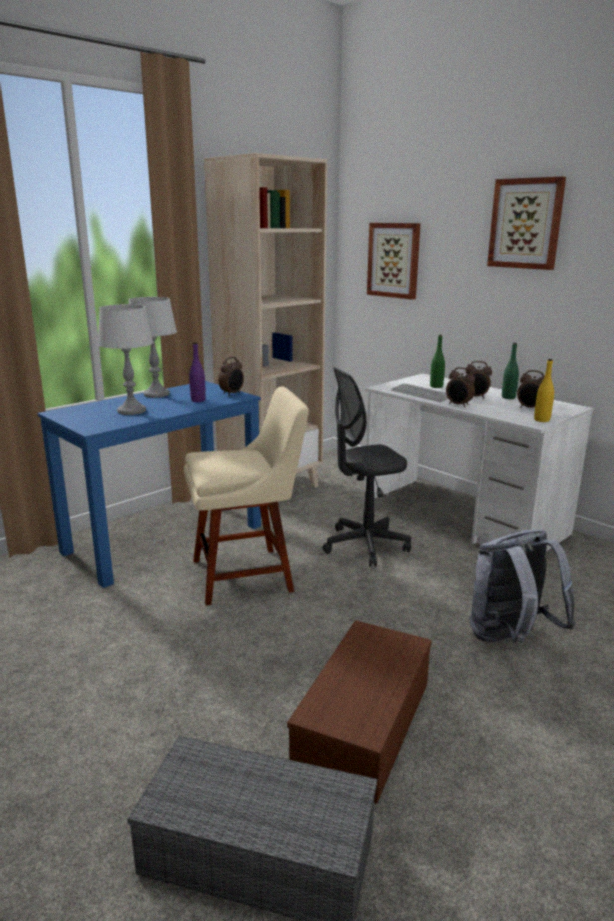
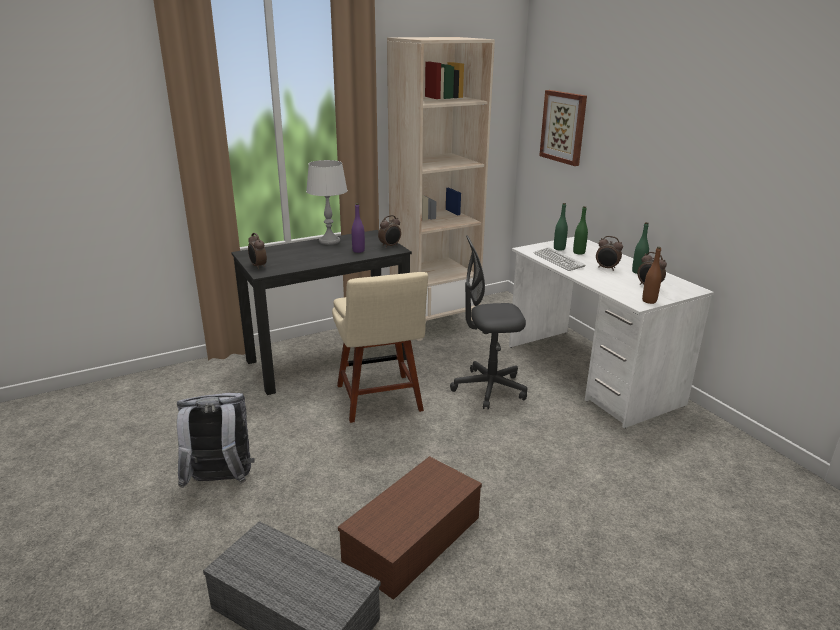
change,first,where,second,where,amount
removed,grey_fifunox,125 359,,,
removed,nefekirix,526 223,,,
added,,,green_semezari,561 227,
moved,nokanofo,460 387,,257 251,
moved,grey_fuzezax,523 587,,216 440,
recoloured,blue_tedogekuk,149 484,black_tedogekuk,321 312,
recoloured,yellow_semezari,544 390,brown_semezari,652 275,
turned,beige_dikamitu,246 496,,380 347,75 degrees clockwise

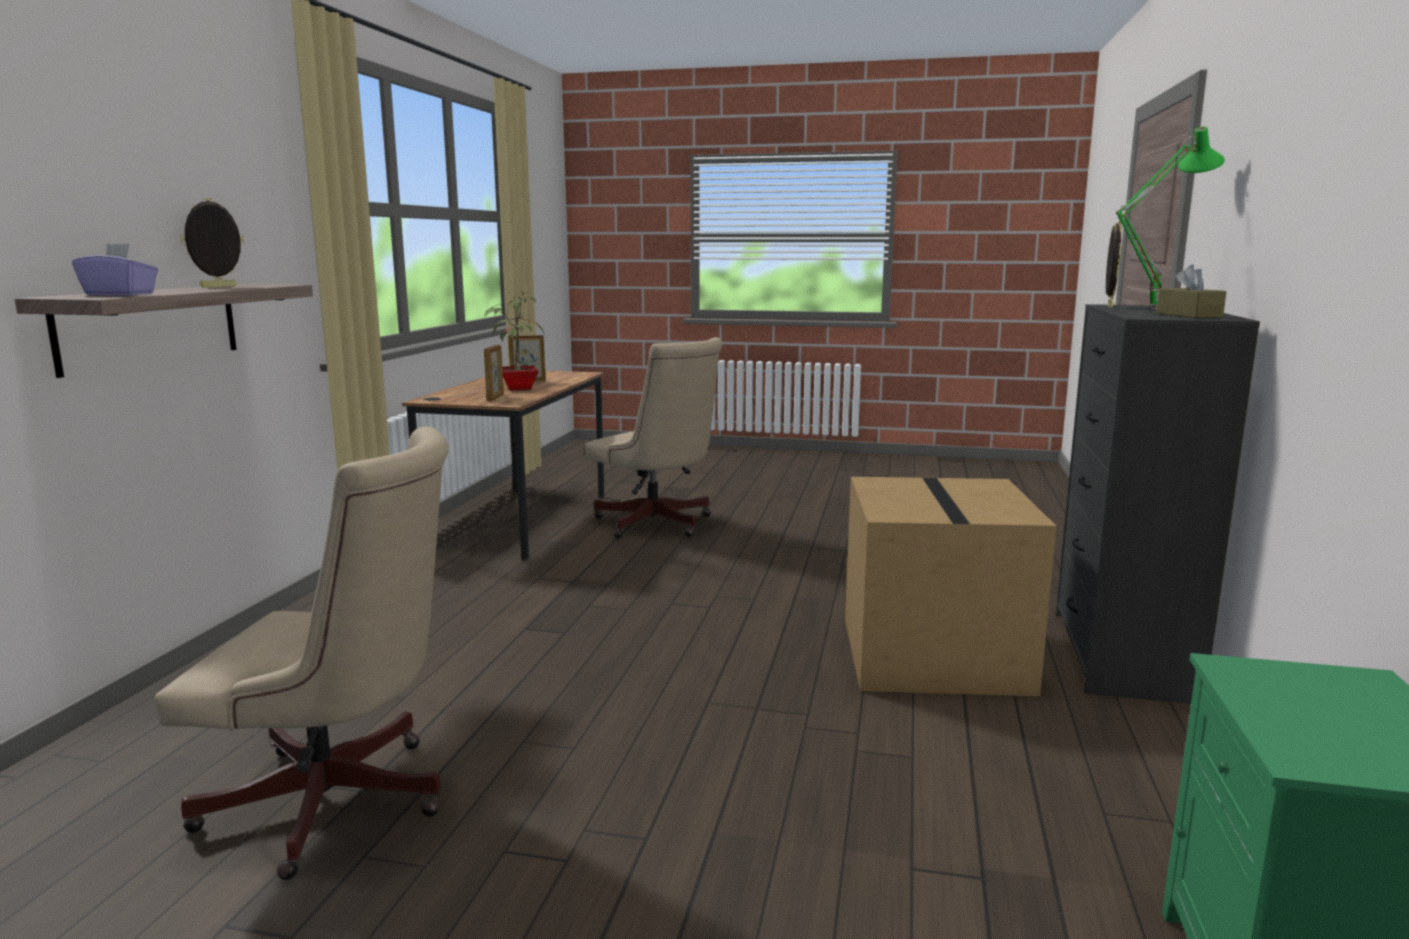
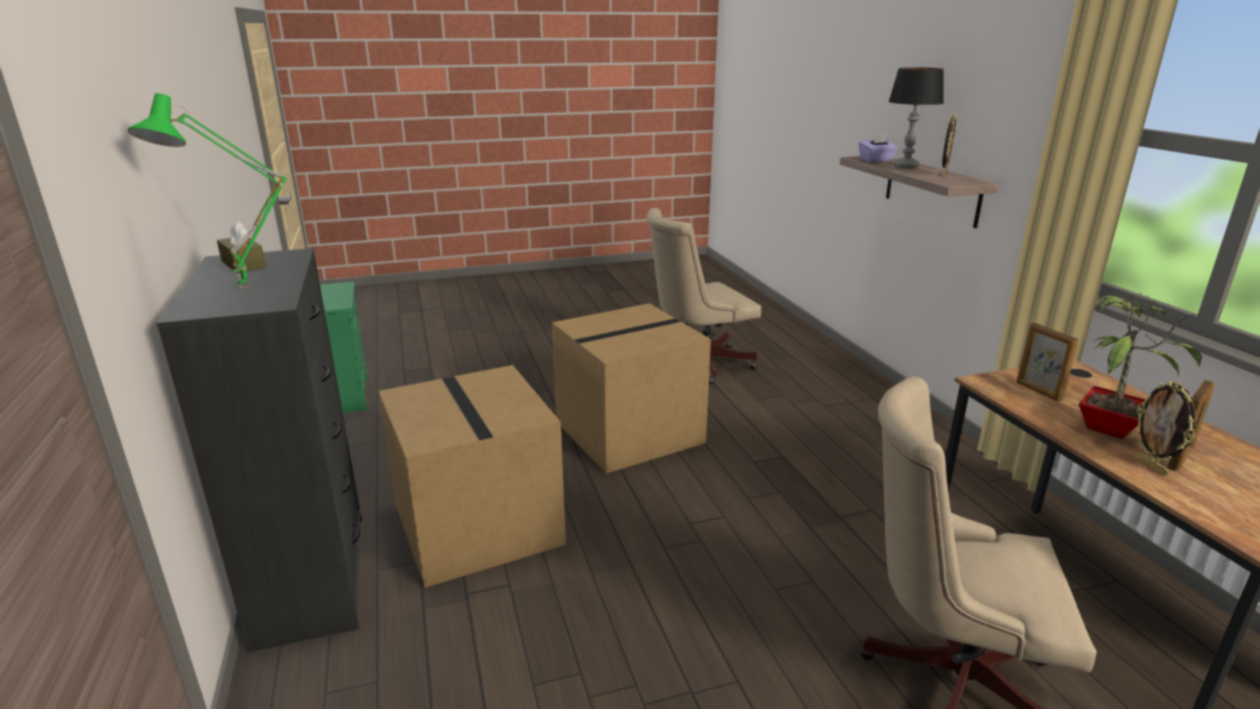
change,first,where,second,where,amount
added,,,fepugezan,631 388,
added,,,fifunox,916 118,
moved,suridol,1114 264,,1165 428,

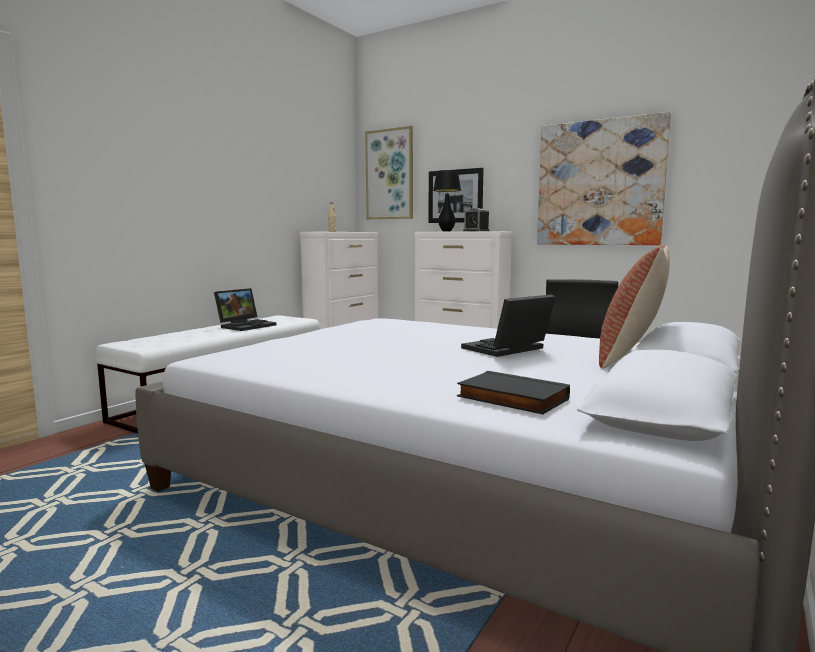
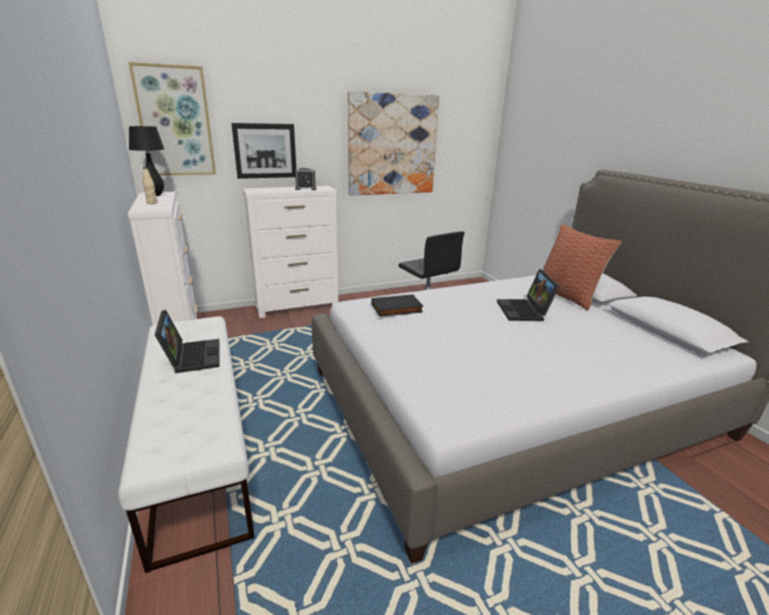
change,first,where,second,where,amount
moved,black_fifunox,447 201,,146 161,
moved,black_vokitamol,513 392,,397 305,

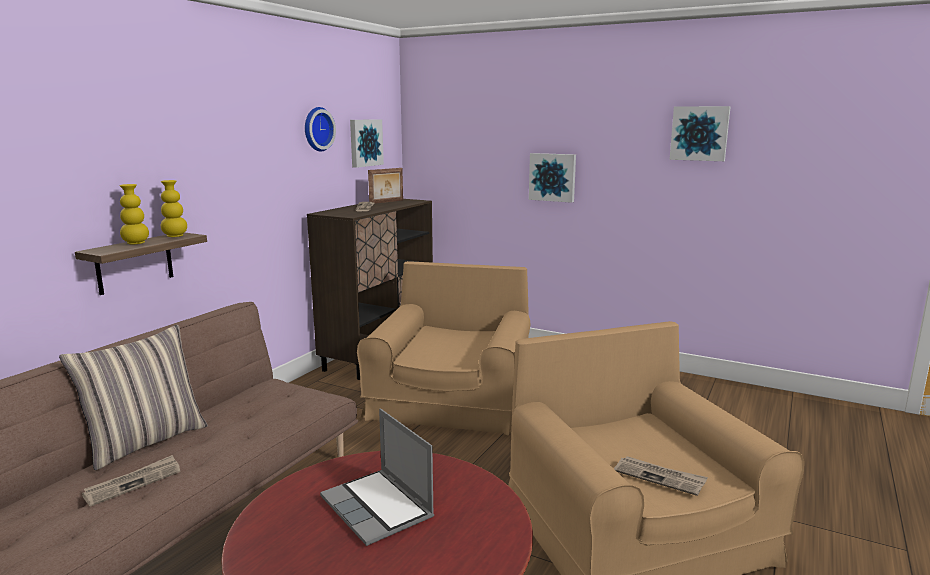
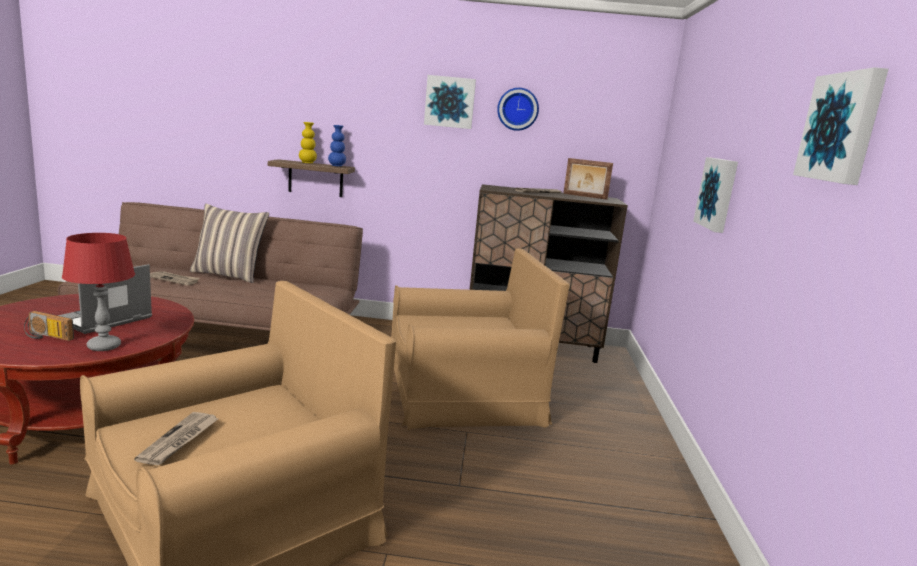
change,first,where,second,where,amount
added,,,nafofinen,49 326,
added,,,red_fifunox,98 292,
moved,nefekirix,367 143,,450 102,
recoloured,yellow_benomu,174 208,blue_benomu,337 145,

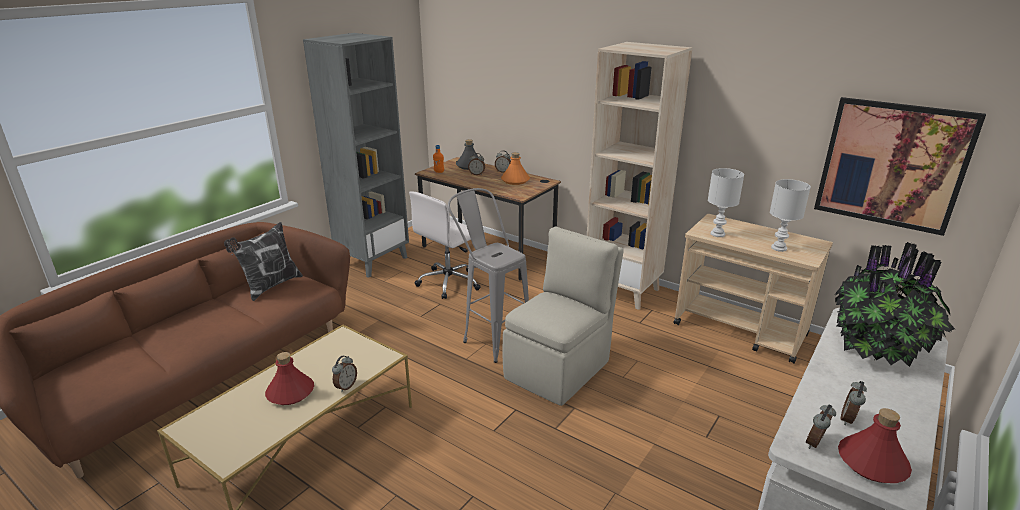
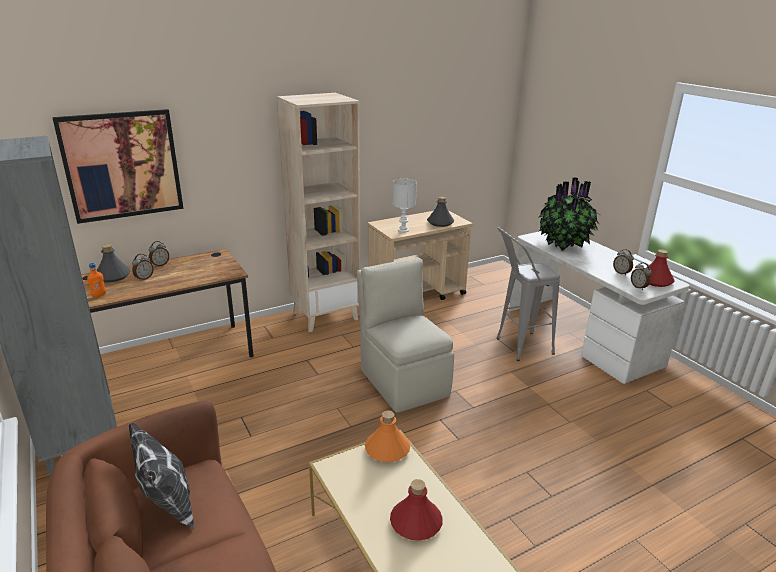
change,first,where,second,where,amount
removed,nokanofo,344 374,,,
removed,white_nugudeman,445 245,,,
moved,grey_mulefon,488 275,,528 294,
moved,orange_semezari,515 168,,387 436,
moved,nefekirix,900 166,,117 166,
replaced,white_fifunox,790 215,grey_semezari,440 211,

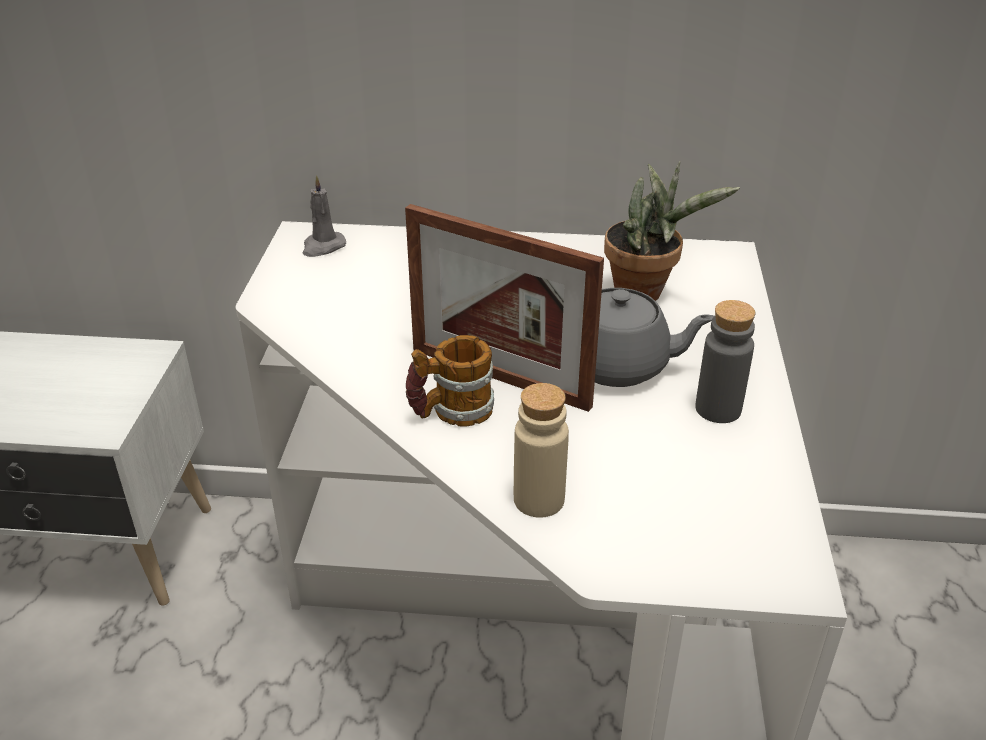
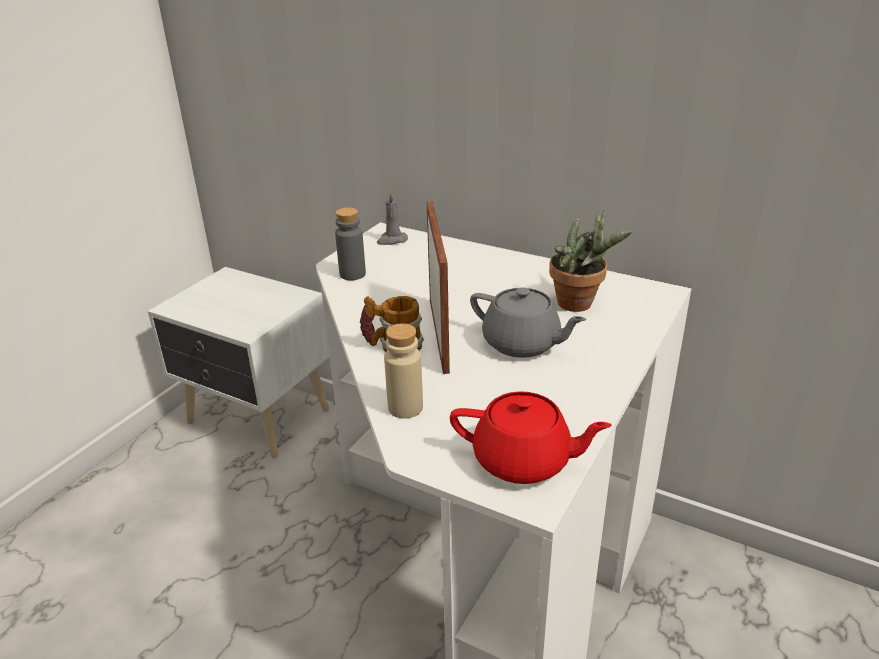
change,first,where,second,where,amount
added,,,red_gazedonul,531 437,
moved,grey_semezari,725 361,,350 243,
turned,suridol,504 308,,438 287,150 degrees counterclockwise

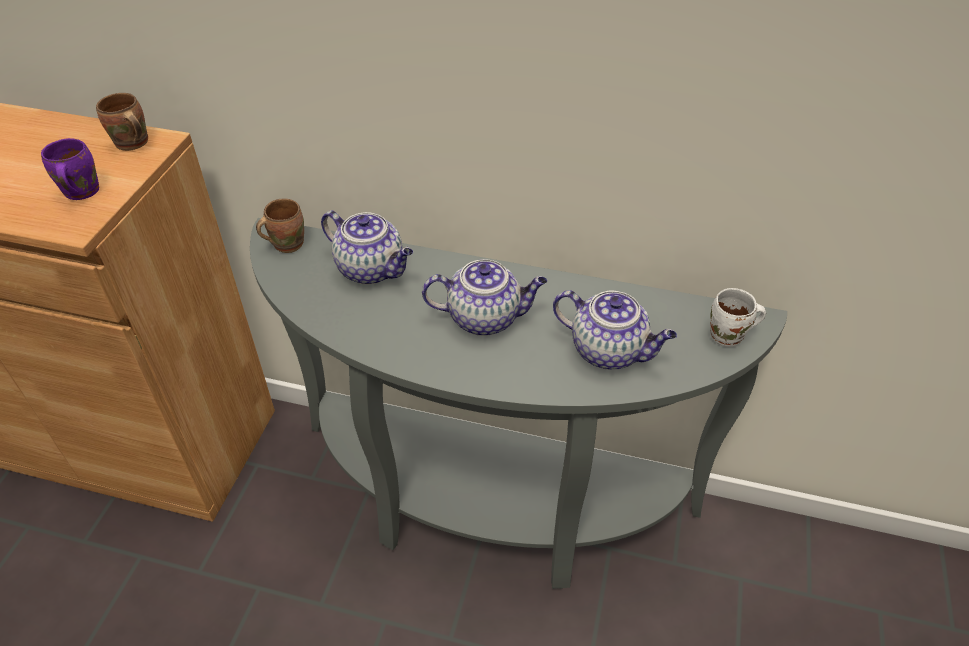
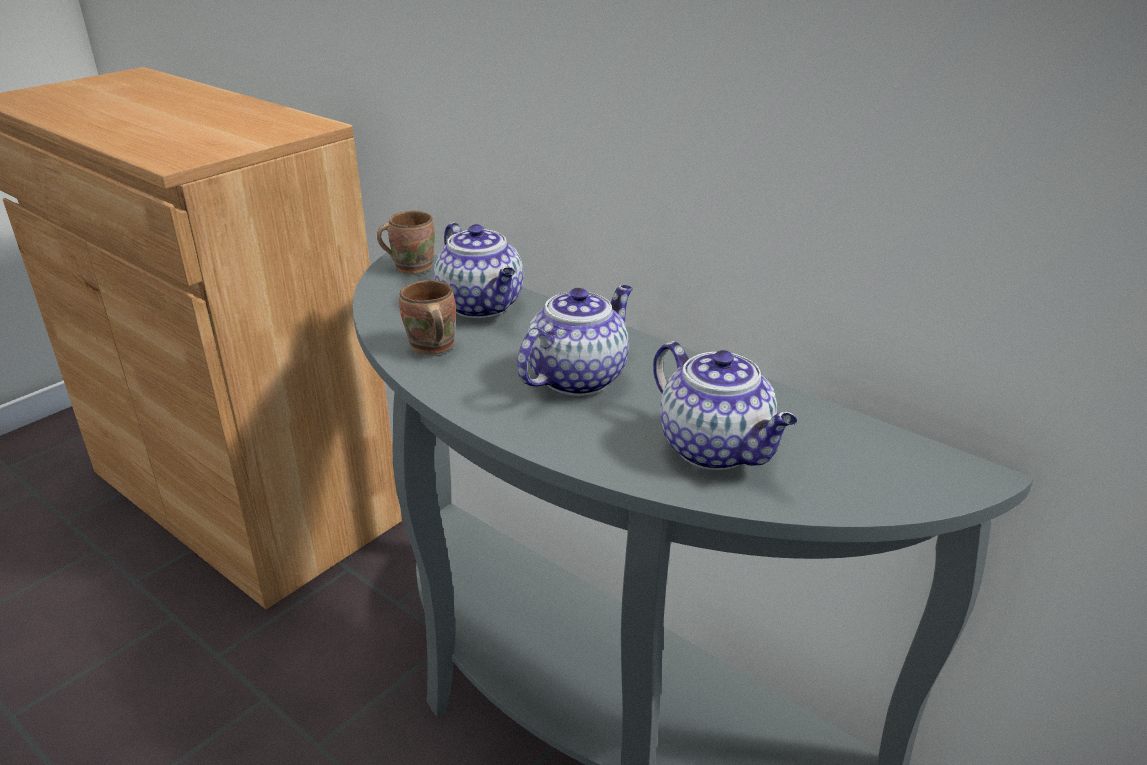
change,first,where,second,where,amount
removed,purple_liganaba,70 169,,,
removed,white_liganaba,738 317,,,
moved,brown_liganaba,122 122,,427 317,
turned,gazedonul,484 297,,575 340,75 degrees counterclockwise

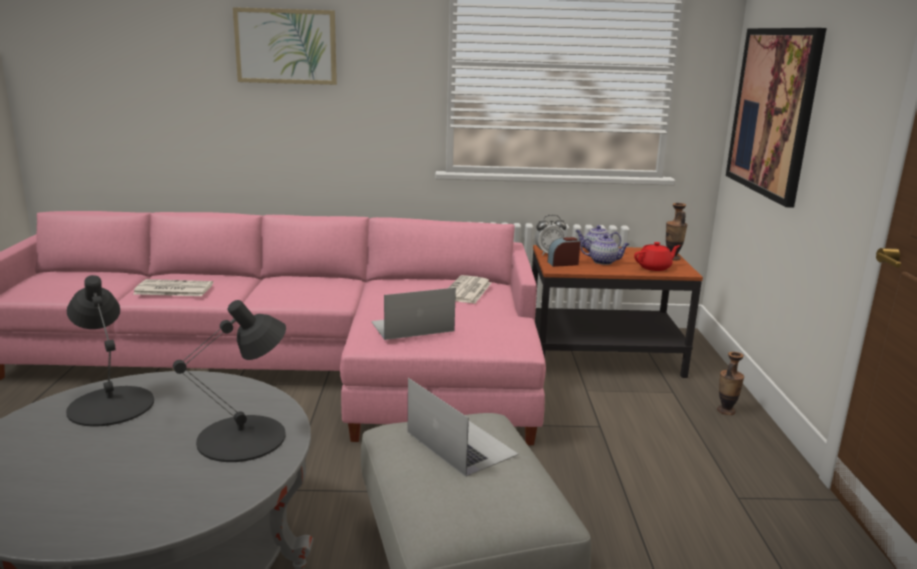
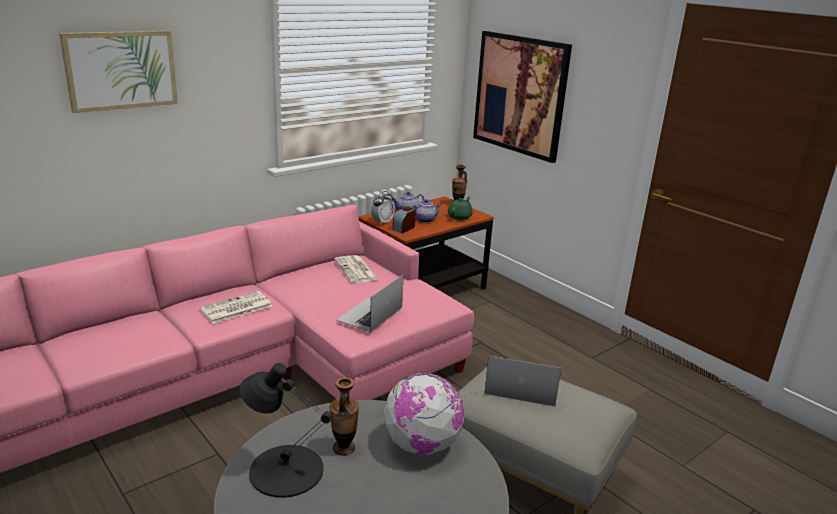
change,first,where,second,where,amount
moved,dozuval,173 287,,236 307,
moved,benomu,730 383,,344 416,
replaced,black_fifunox,229 381,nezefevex,423 414,
recoloured,red_gazedonul,657 256,green_gazedonul,460 208,

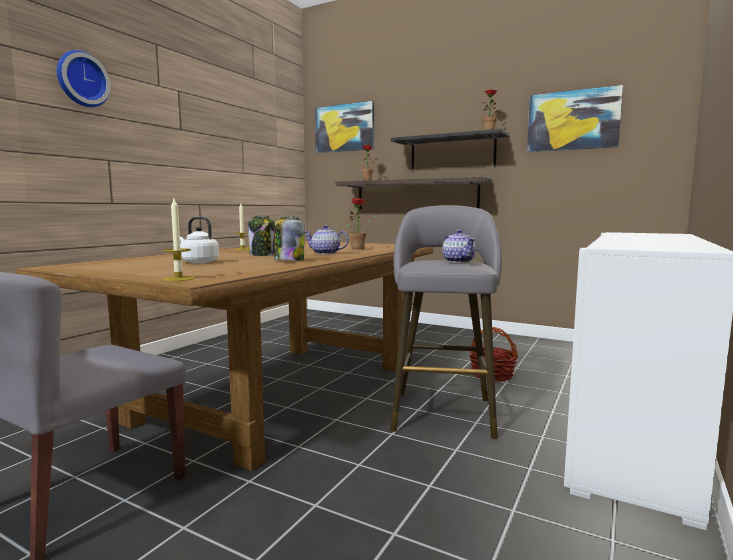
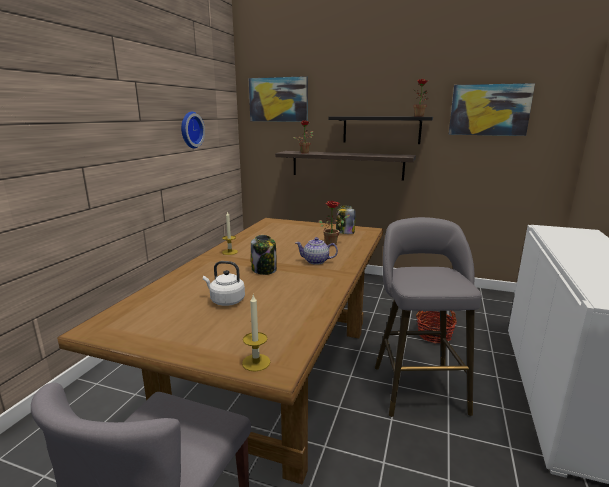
change,first,where,second,where,amount
removed,gazedonul,459 246,,,
moved,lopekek,84 78,,193 130,
moved,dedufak,289 238,,346 220,

